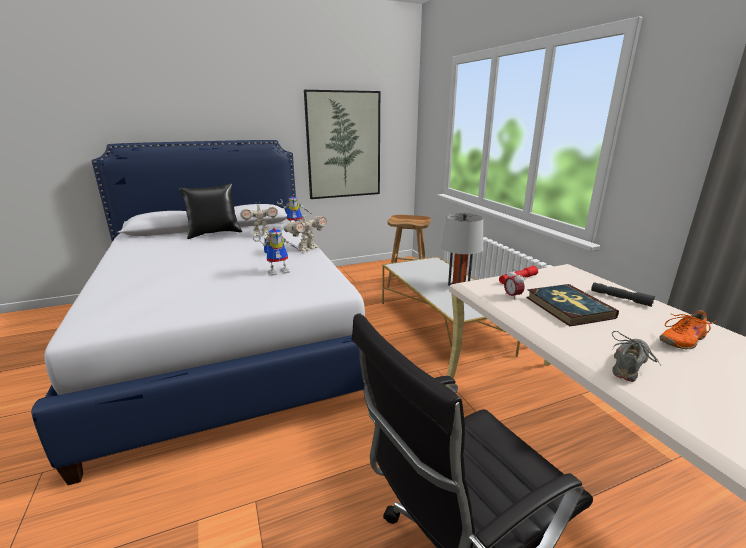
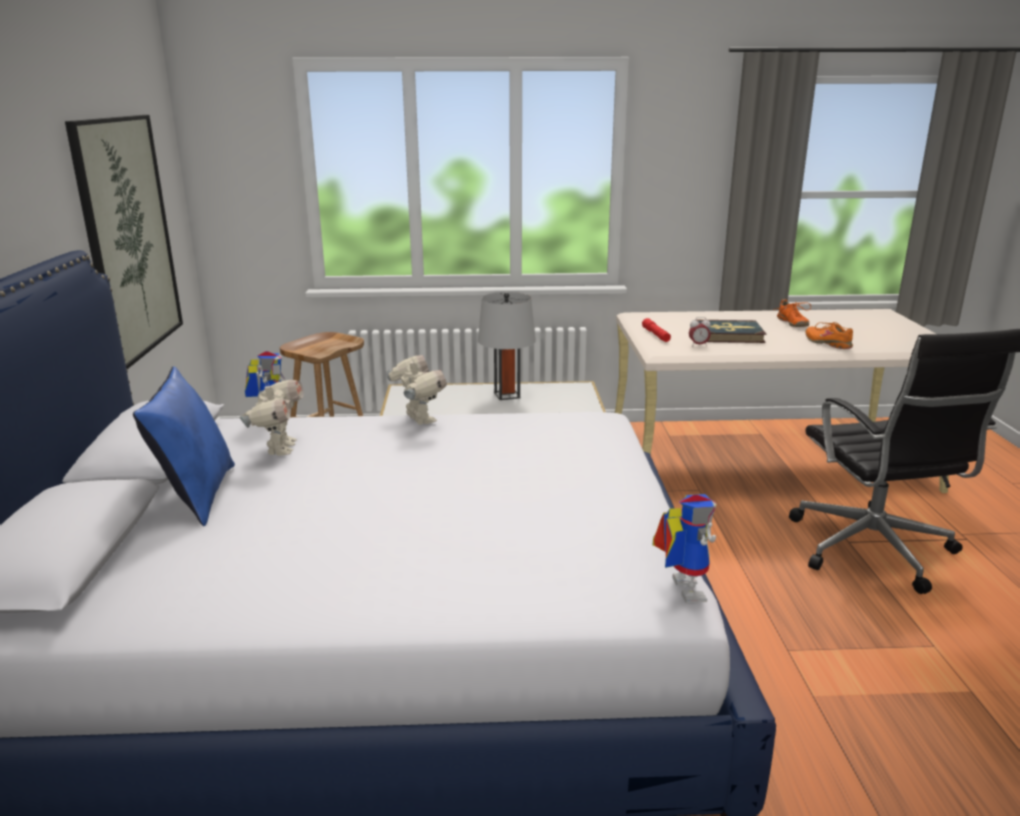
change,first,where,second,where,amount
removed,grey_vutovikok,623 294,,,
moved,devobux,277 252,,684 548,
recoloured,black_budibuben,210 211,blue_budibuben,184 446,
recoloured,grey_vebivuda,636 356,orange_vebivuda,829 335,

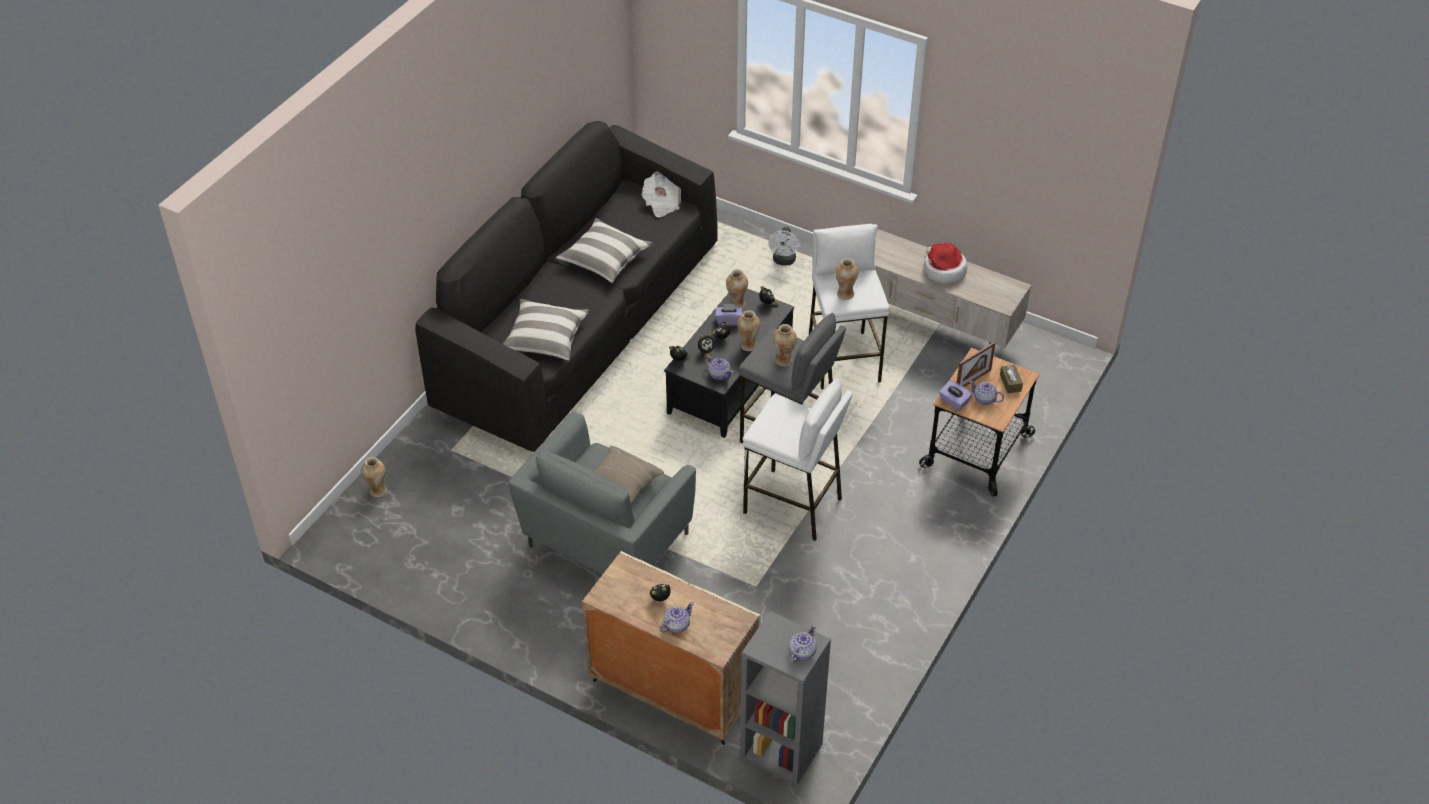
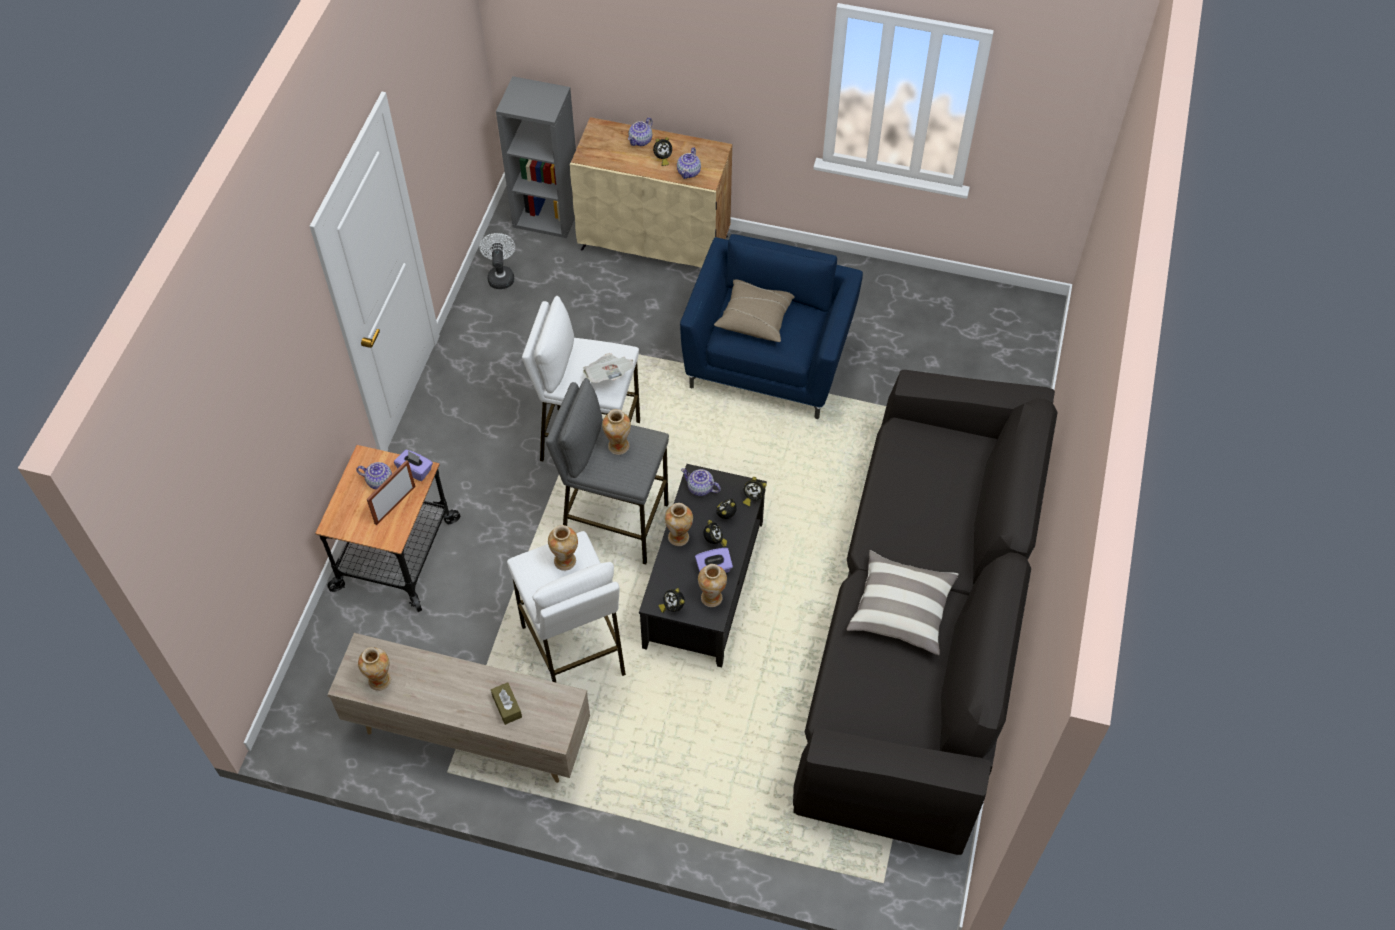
change,first,where,second,where,amount
removed,budibuben,546 329,,,
removed,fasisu,945 262,,,
moved,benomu,374 477,,374 669,
moved,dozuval,661 194,,608 368,
moved,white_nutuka,783 246,,497 261,
moved,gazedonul,803 643,,689 163,
moved,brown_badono,1011 379,,506 703,
recoloured,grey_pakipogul,602 493,blue_pakipogul,771 326,

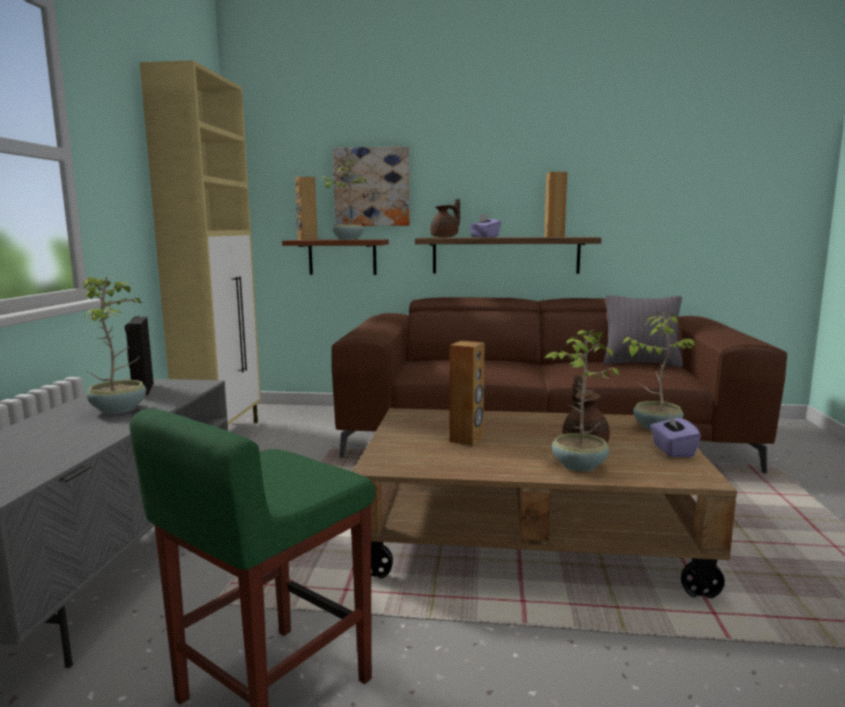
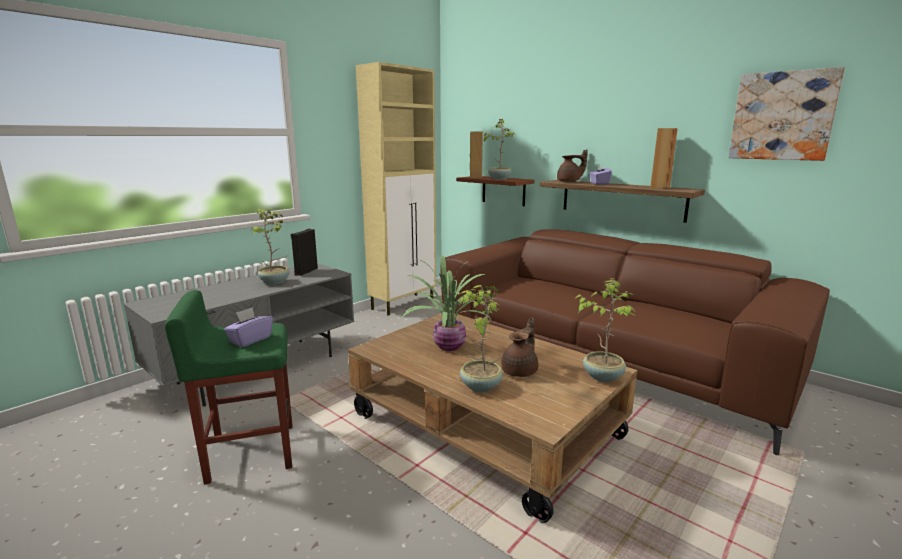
change,first,where,second,where,amount
removed,grey_budibuben,643 331,,,
moved,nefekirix,371 186,,786 114,
moved,purple_badono,675 434,,248 327,
replaced,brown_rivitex,467 393,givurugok,446 303,

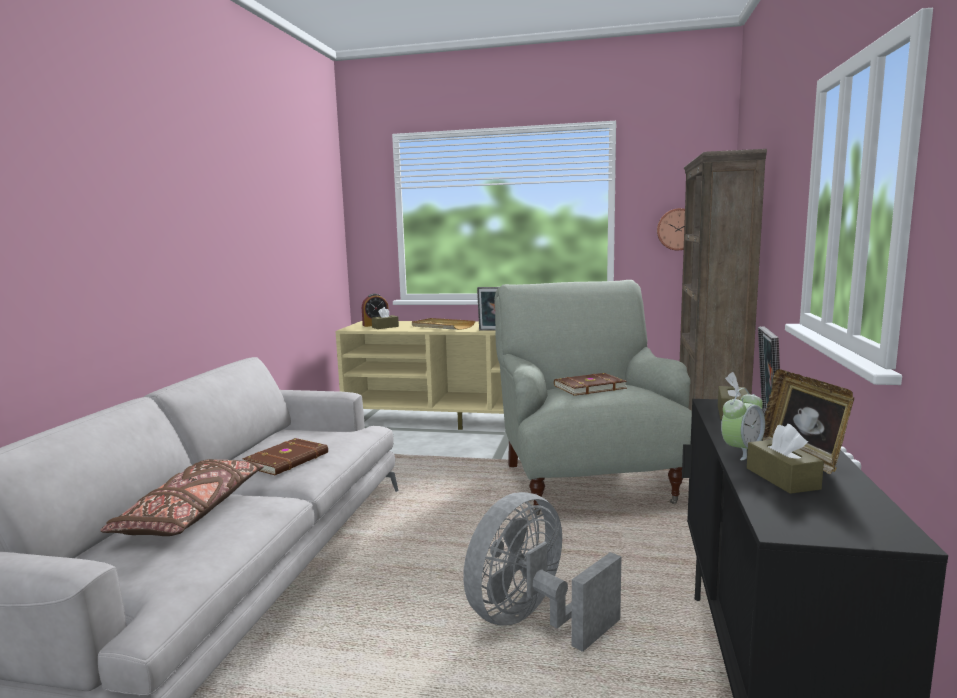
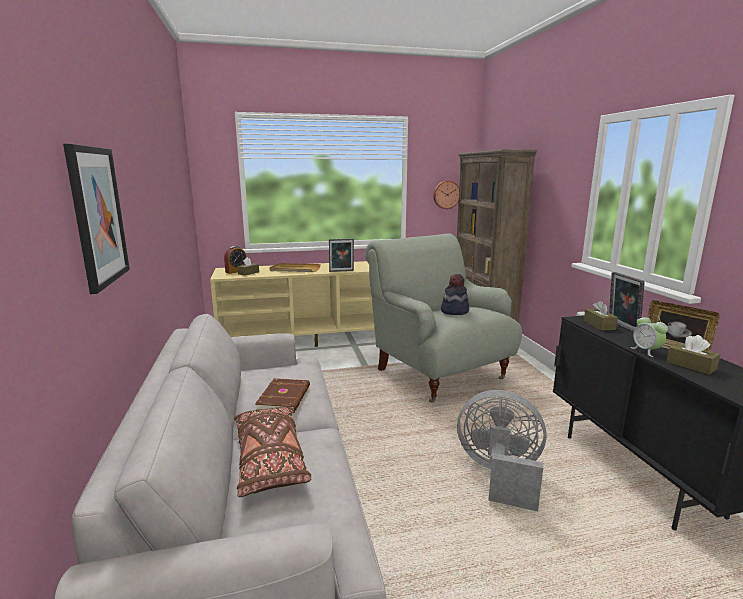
change,first,where,second,where,amount
added,,,nefekirix,96 219,
replaced,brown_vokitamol,590 384,fasisu,455 294,
turned,grey_nutuka,542 572,,501 450,90 degrees clockwise
turned,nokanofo,743 424,,649 335,135 degrees clockwise

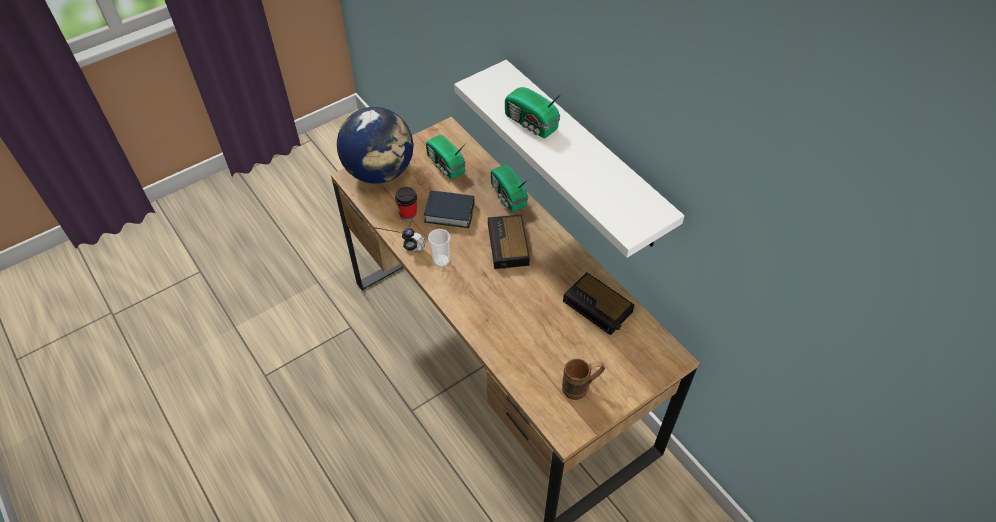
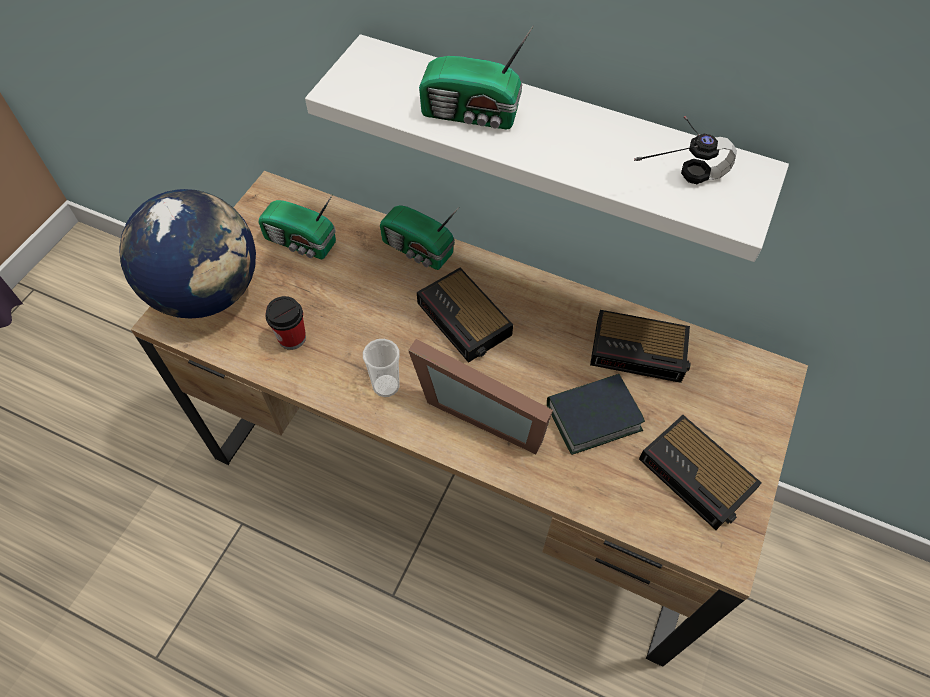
change,first,where,second,where,amount
added,,,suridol,480 396,
moved,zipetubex,398 235,,685 150,
moved,vokitamol,449 209,,596 414,
replaced,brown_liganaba,583 379,nokanofo,700 472,

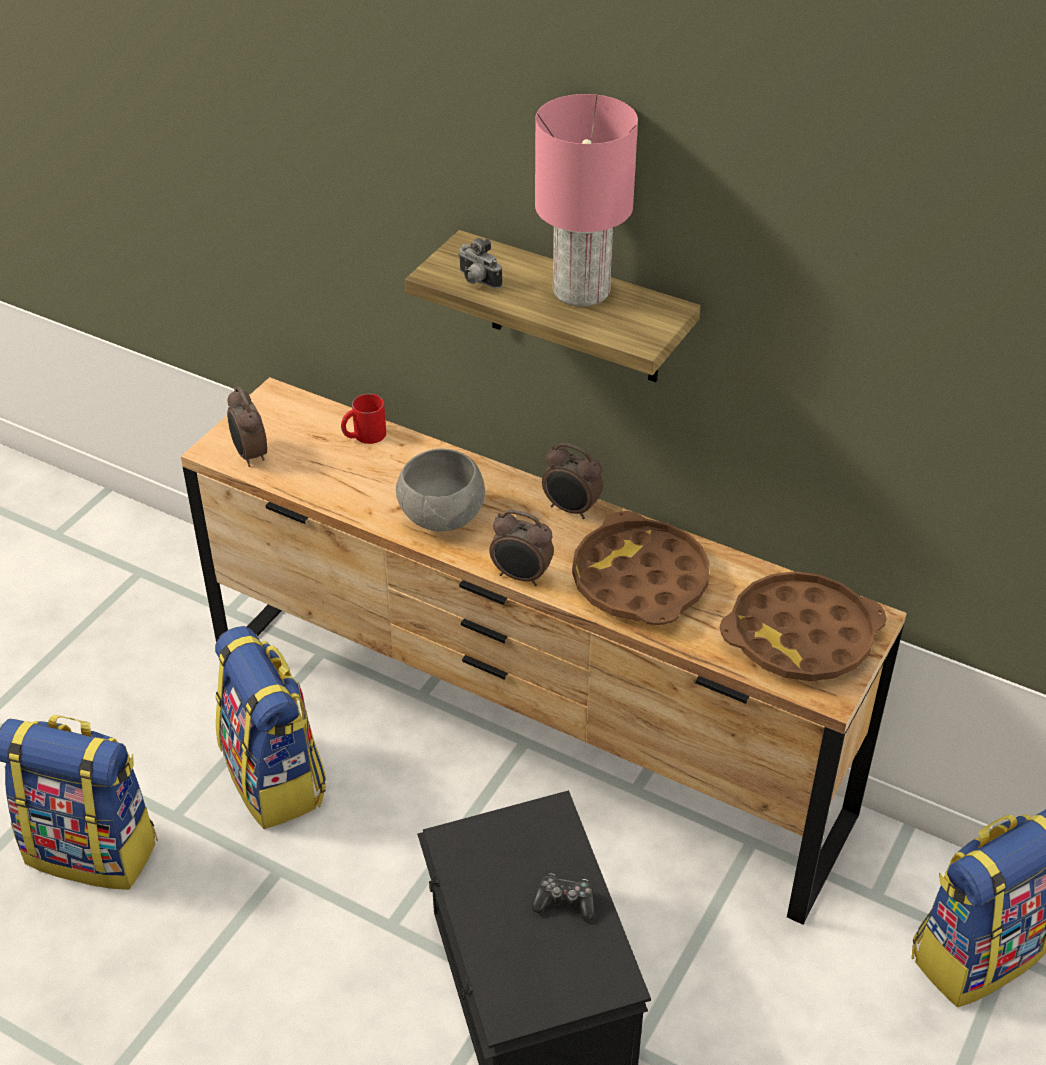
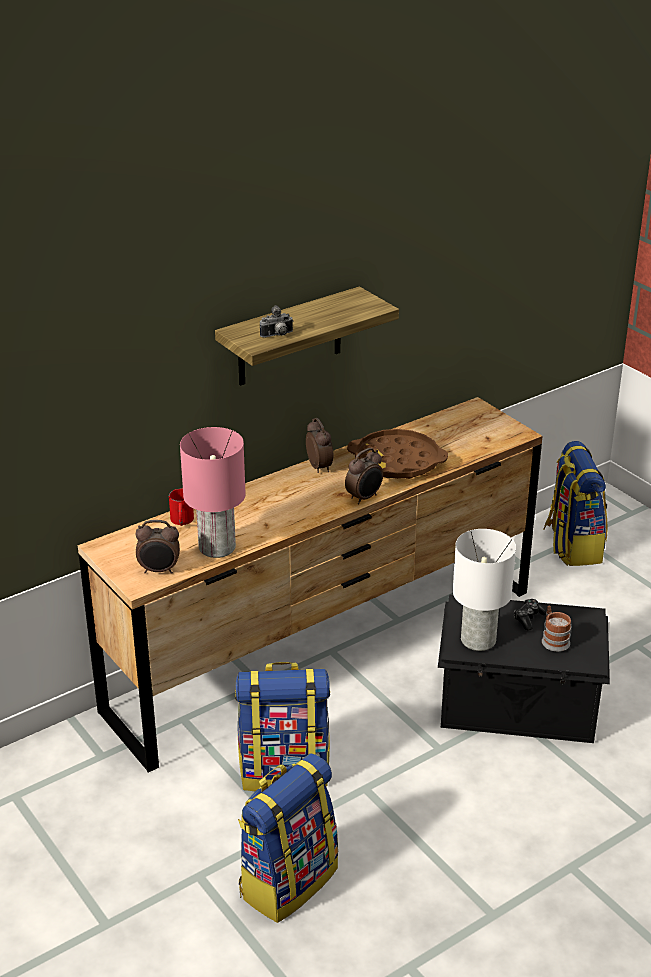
change,first,where,second,where,amount
removed,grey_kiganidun,440 490,,,
removed,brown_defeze,803 626,,,
added,,,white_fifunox,484 590,
added,,,liganaba,557 629,
moved,pink_fifunox,586 200,,213 492,
turned,nokanofo,572 481,,319 445,75 degrees counterclockwise

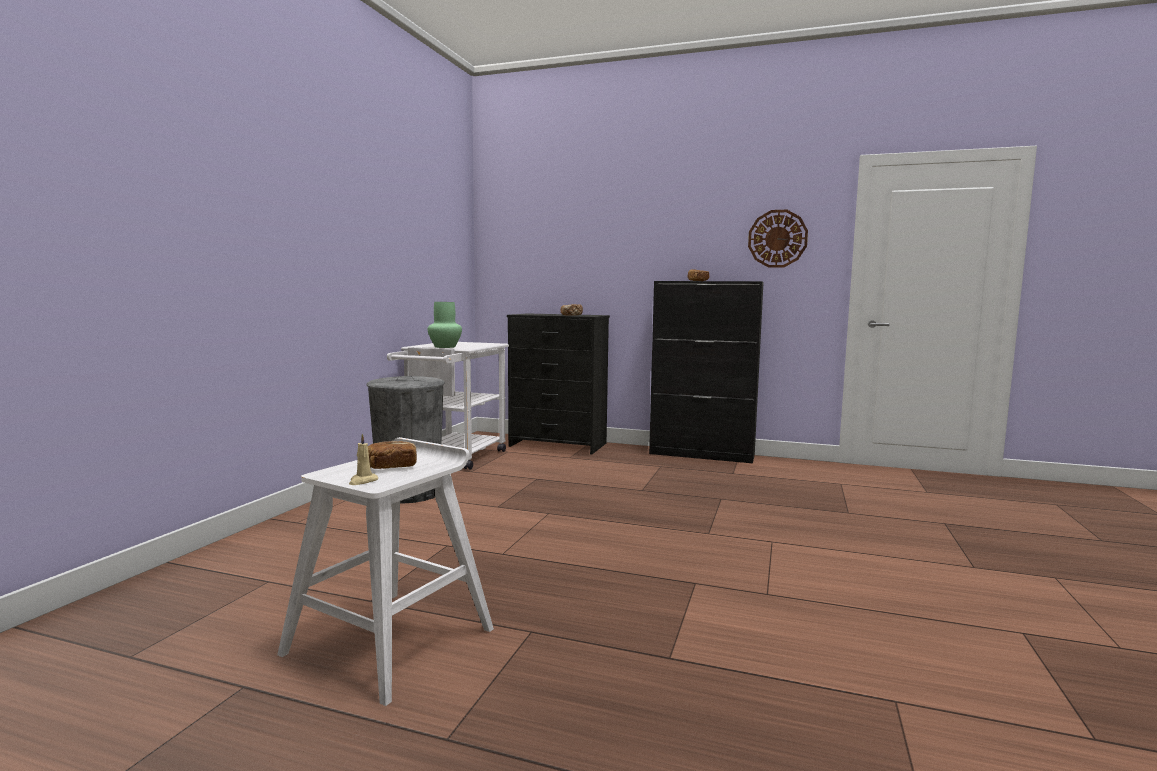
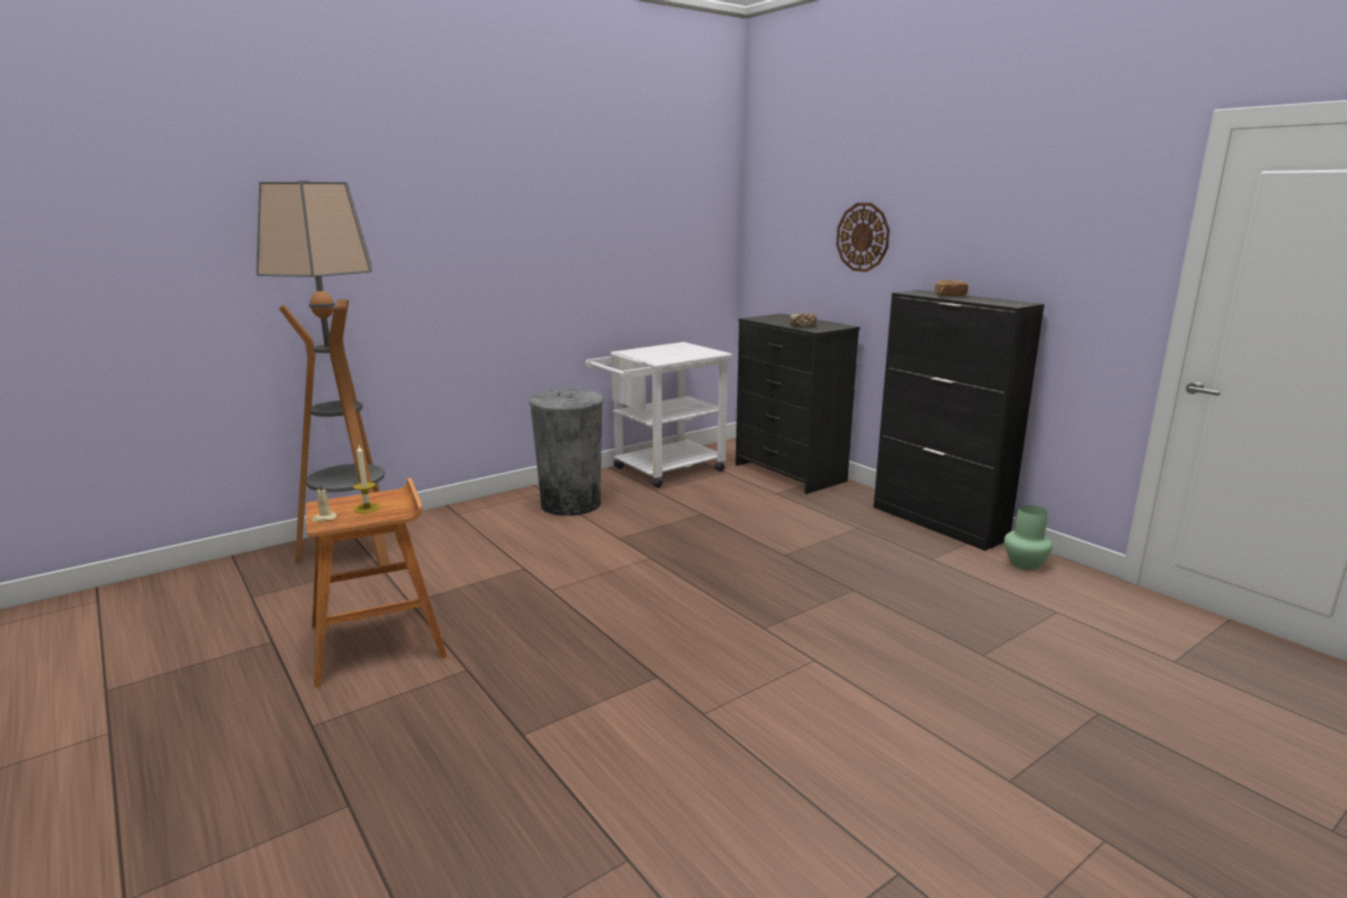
change,first,where,second,where,amount
added,,,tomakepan,323 373,
moved,green_benomu,445 325,,1028 537,
moved,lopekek,778 239,,863 237,
replaced,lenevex,392 455,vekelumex,366 479,
recoloured,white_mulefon,385 571,brown_mulefon,376 583,

